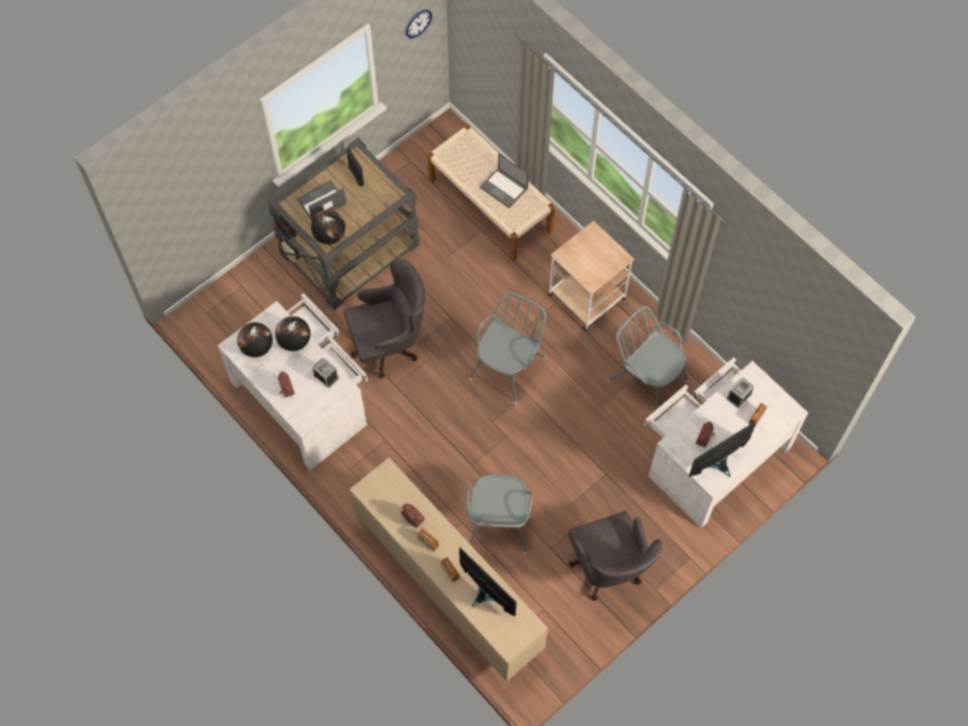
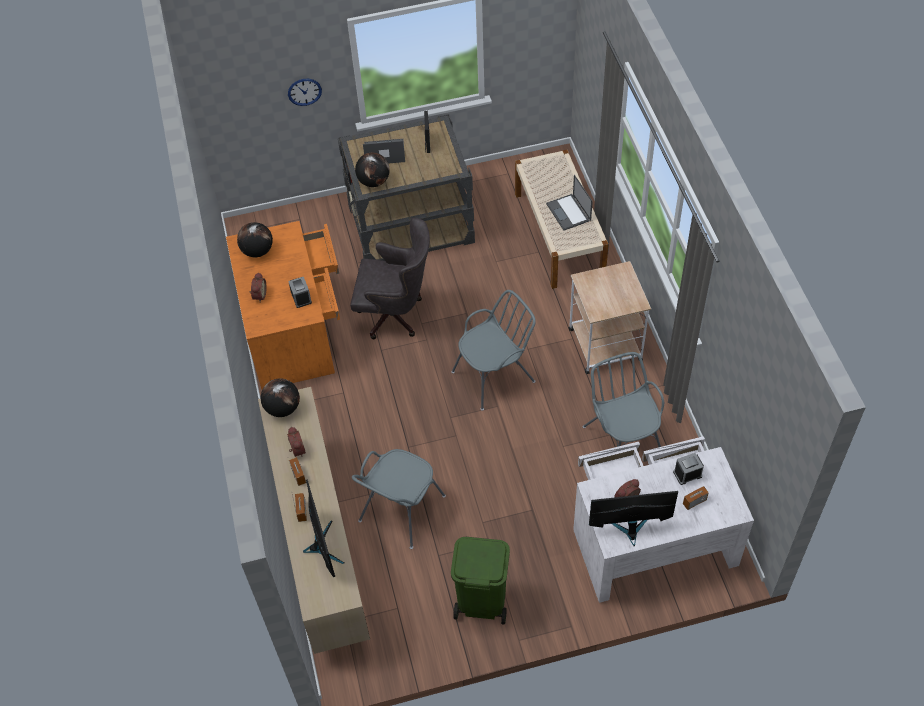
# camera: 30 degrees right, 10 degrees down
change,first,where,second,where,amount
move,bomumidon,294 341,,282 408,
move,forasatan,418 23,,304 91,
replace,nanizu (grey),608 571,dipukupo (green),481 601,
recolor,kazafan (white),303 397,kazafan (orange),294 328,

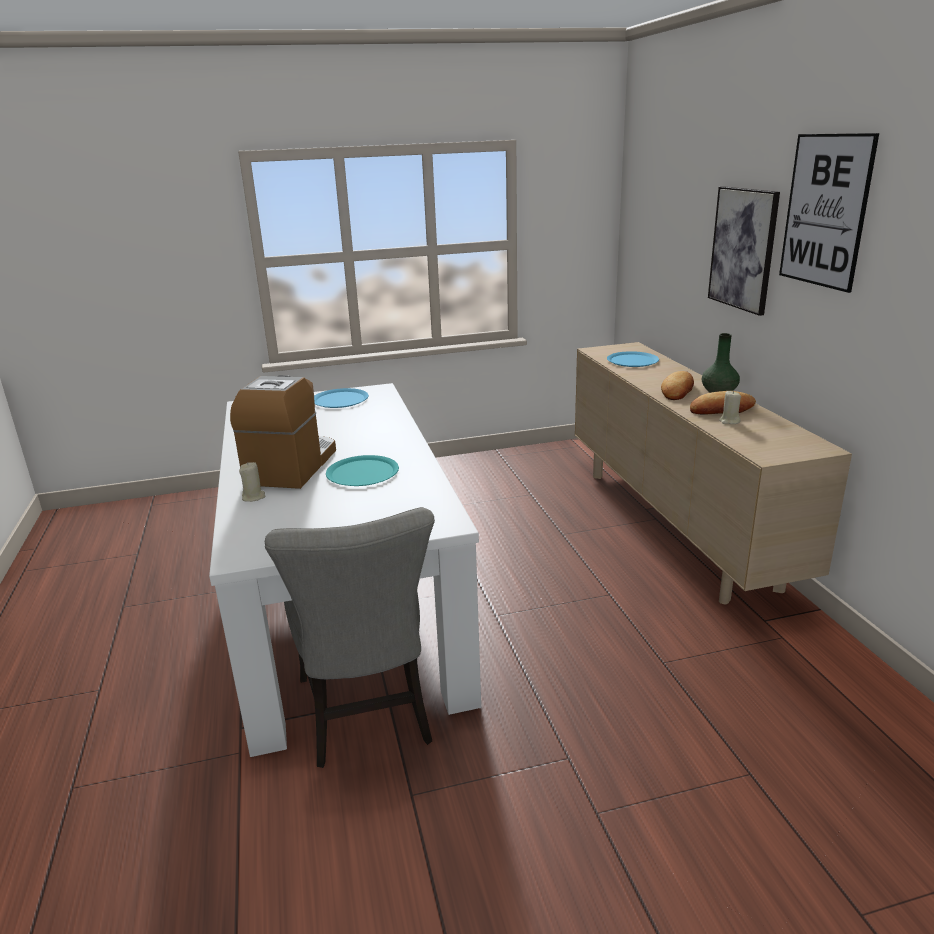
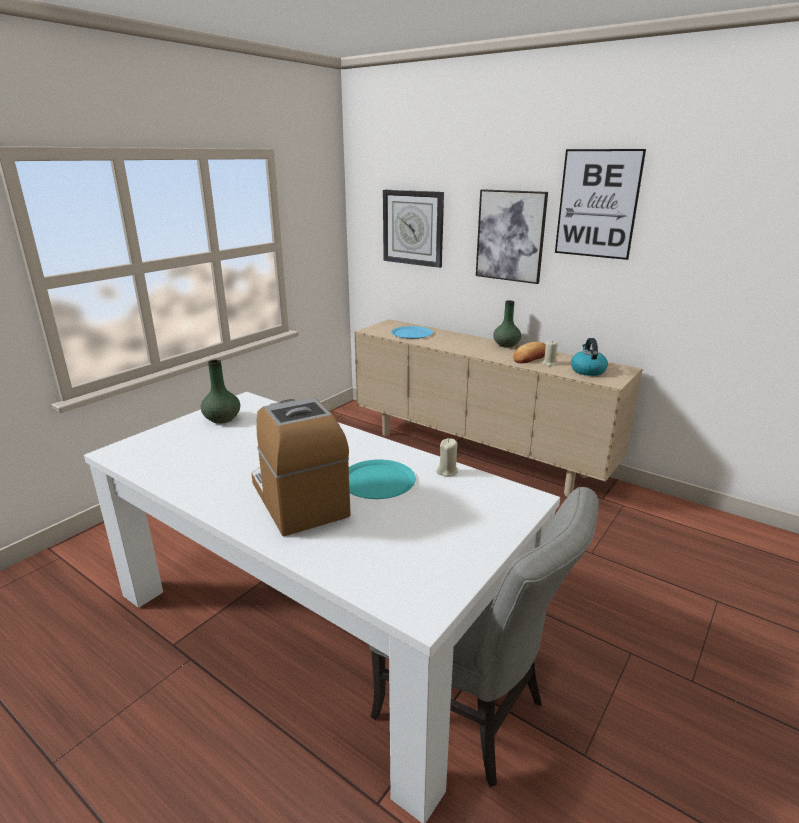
# camera: 40 degrees left, 0 degrees up
change,first,where,second,where,amount
delete,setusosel,678 390,,,
insert,,,forasatan,413 228,
insert,,,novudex,587 370,
move,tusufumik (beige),254 497,,447 471,
replace,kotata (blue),340 399,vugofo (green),222 419,

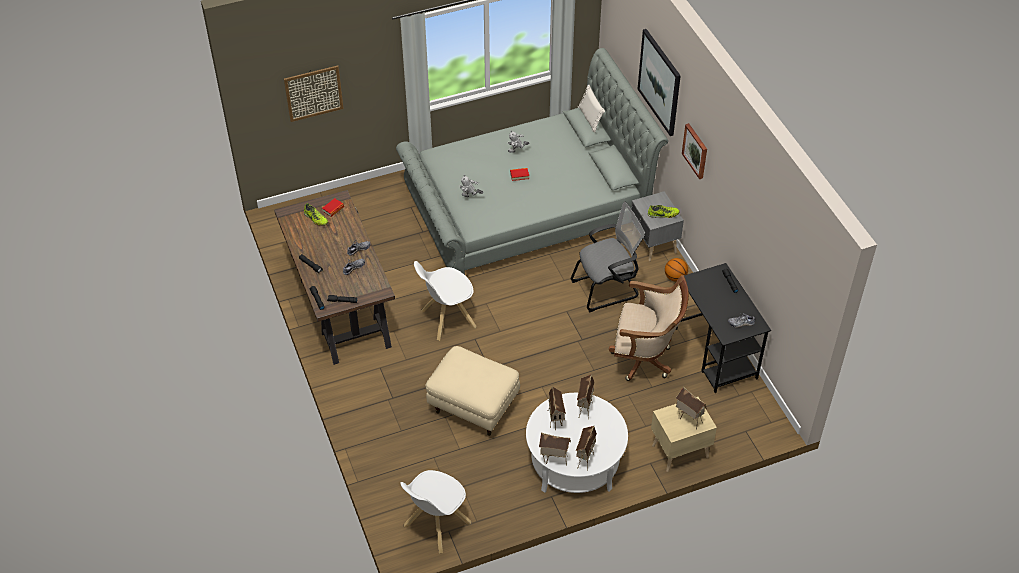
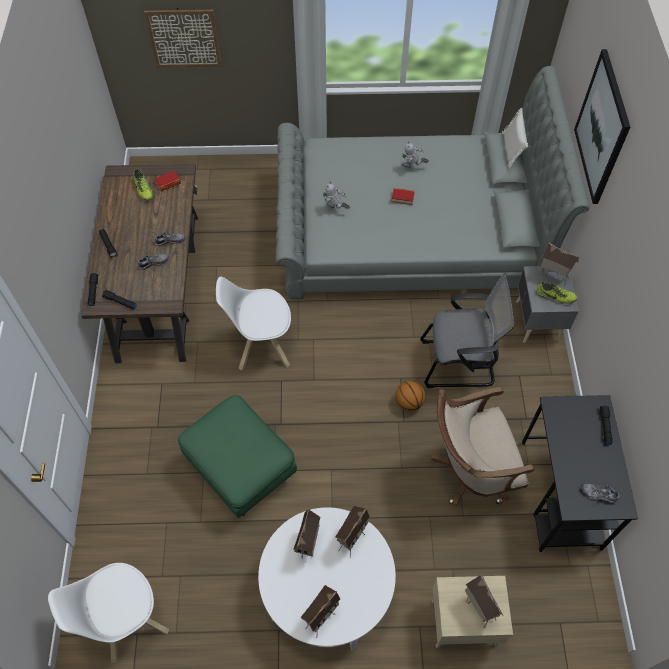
# camera: 20 degrees right, 10 degrees up
change,first,where,second,where,amount
delete,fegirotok,695 150,,,
move,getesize,554 460,,552 278,
move,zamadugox,675 277,,409 402,
recolor,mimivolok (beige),472 406,mimivolok (green),240 469,
rotate,nanizu,645 360,,468 474,135 degrees clockwise

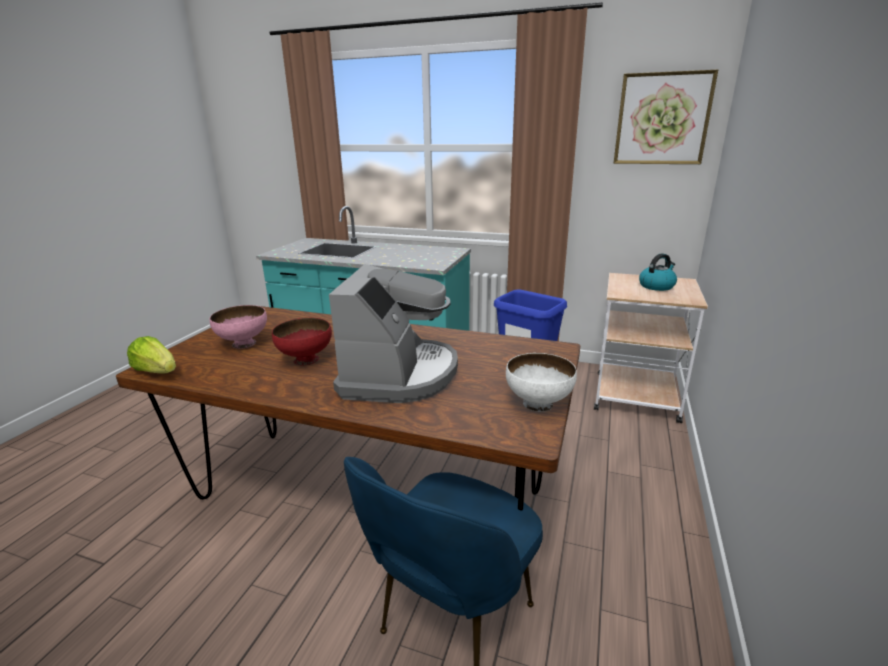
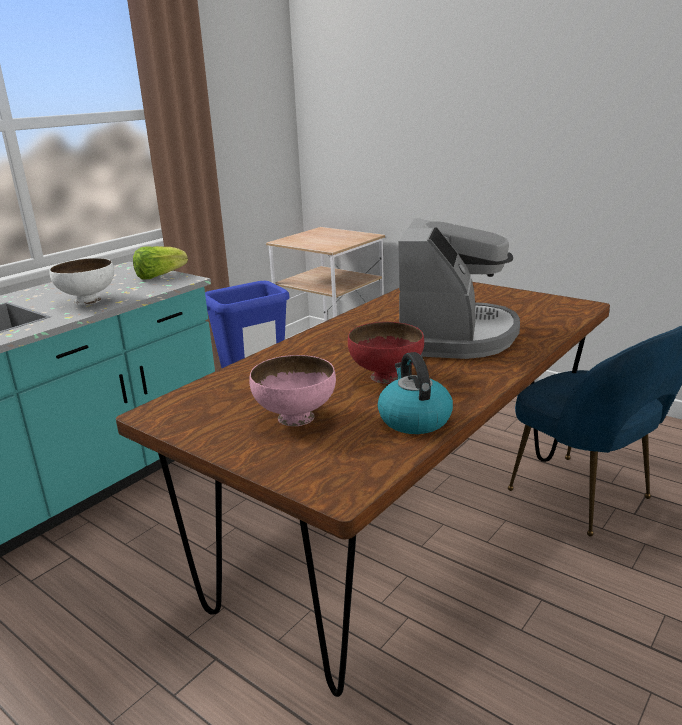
# camera: 70 degrees left, 0 degrees up
change,first,where,second,where,amount
delete,fegirotok,662 119,,,
move,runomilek,157 372,,159 276,
move,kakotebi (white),538 404,,88 301,
move,novudex,656 286,,413 419,
rotate,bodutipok,399 374,,454 336,75 degrees clockwise

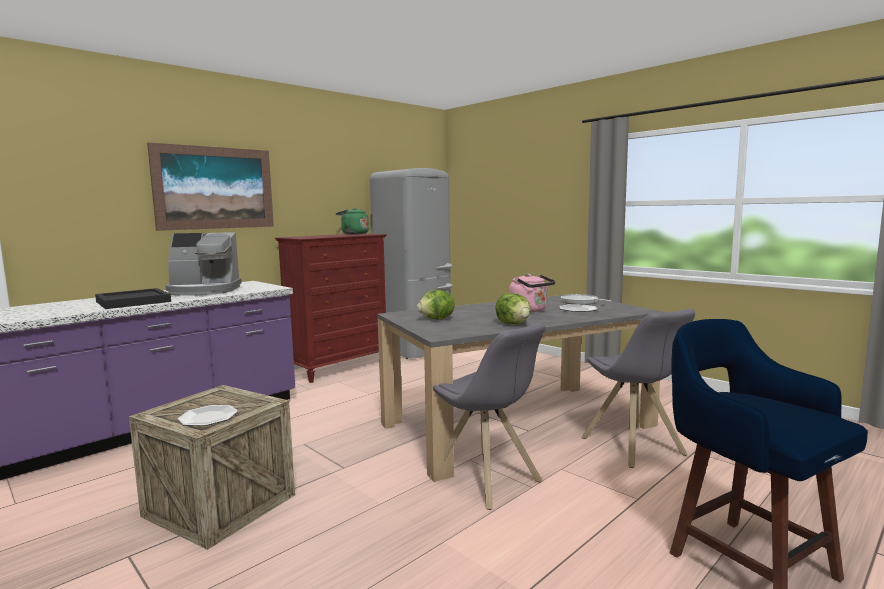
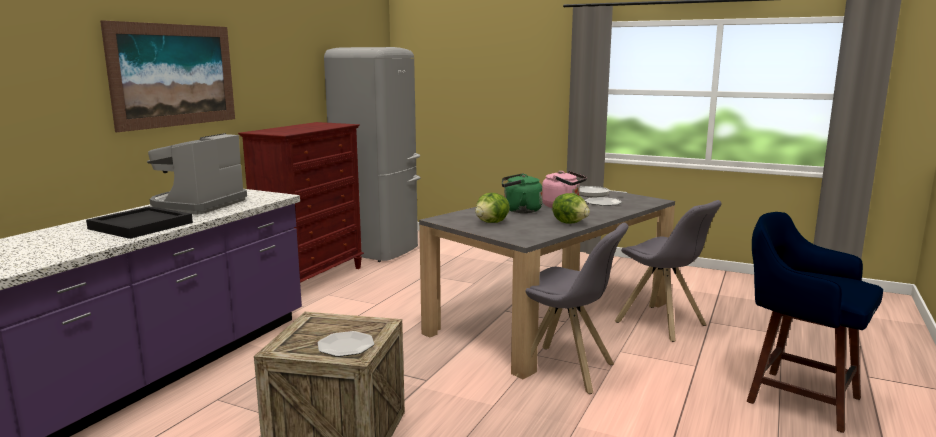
# camera: 20 degrees left, 5 degrees up
change,first,where,second,where,amount
move,novudex (green),353 234,,519 210,
rotate,bodutipok,204 291,,198 205,135 degrees clockwise

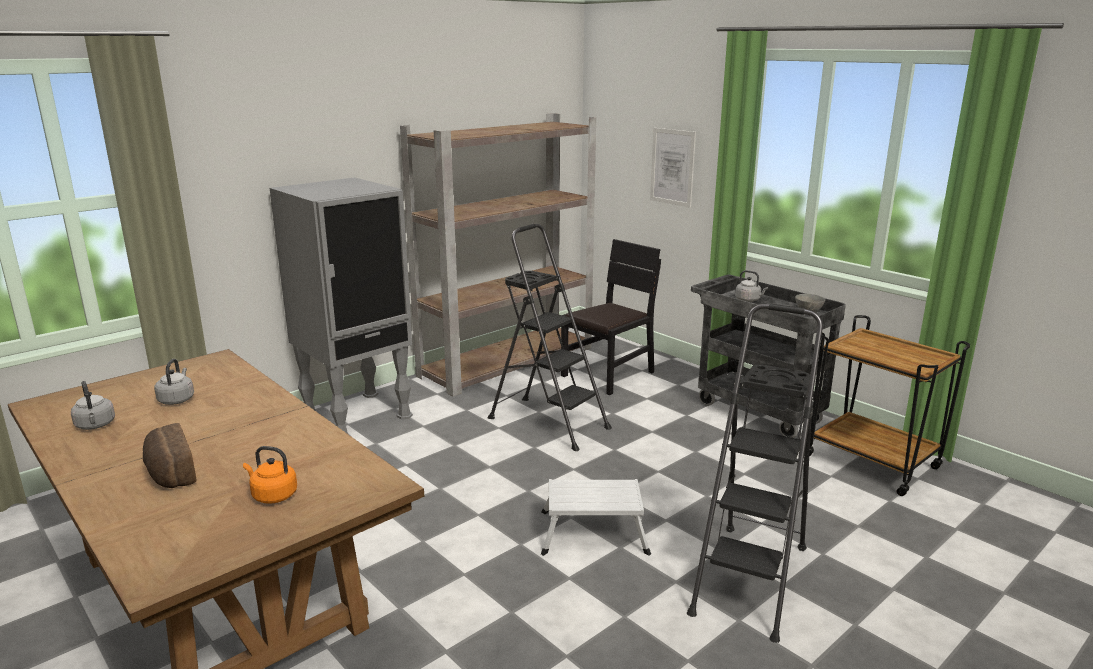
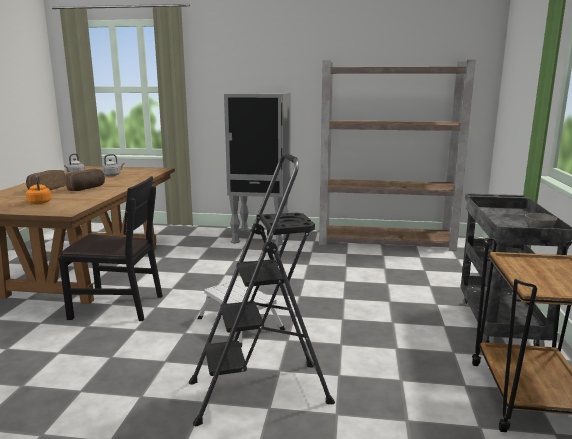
# camera: 50 degrees right, 5 degrees down
change,first,where,second,where,amount
delete,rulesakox,547 422,,,
delete,fegirotok,672 167,,,
delete,novudex (grey),749 300,,,
insert,,,setusosel,88 188,
move,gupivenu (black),609 375,,117 306,

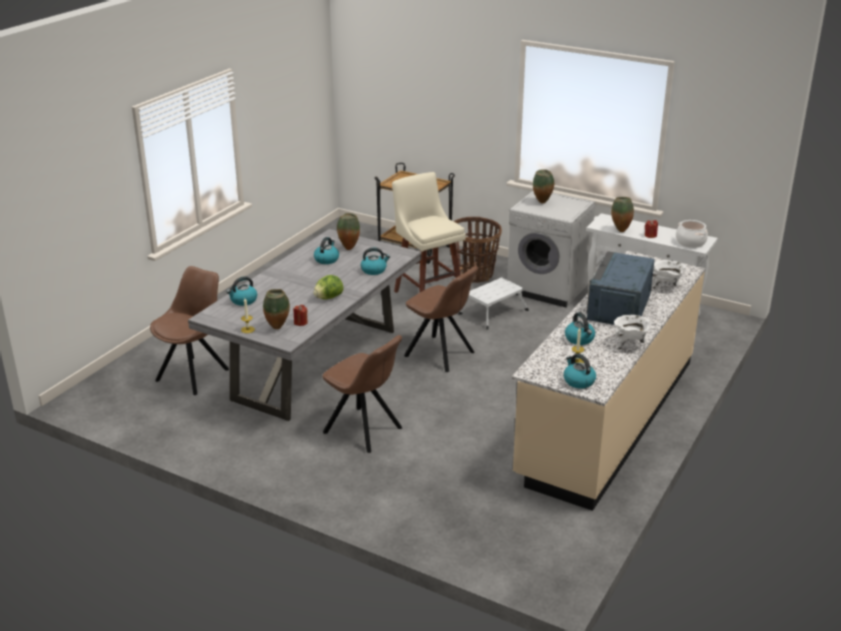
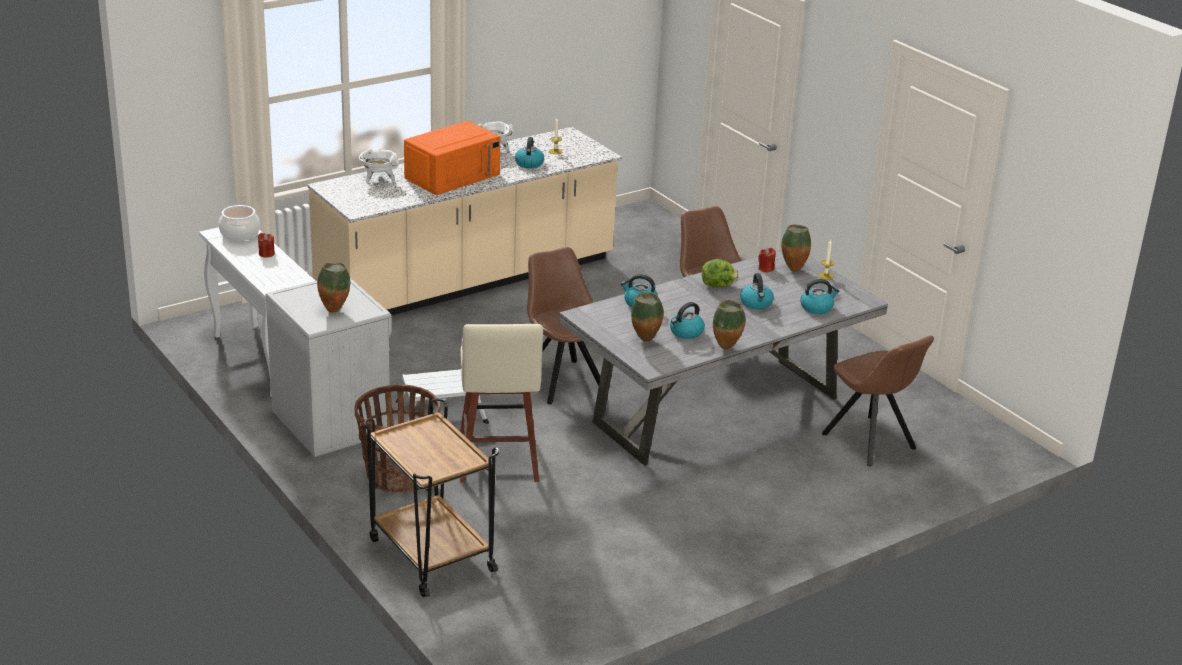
# camera: 155 degrees left, 0 degrees up
change,first,where,second,where,amount
move,novudex,578 381,,756 303,
move,vugofo,620 230,,727 348,
recolor,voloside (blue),619 306,voloside (orange),452 176,
rotate,gupivenu (brown),193 375,,869 441,90 degrees counterclockwise

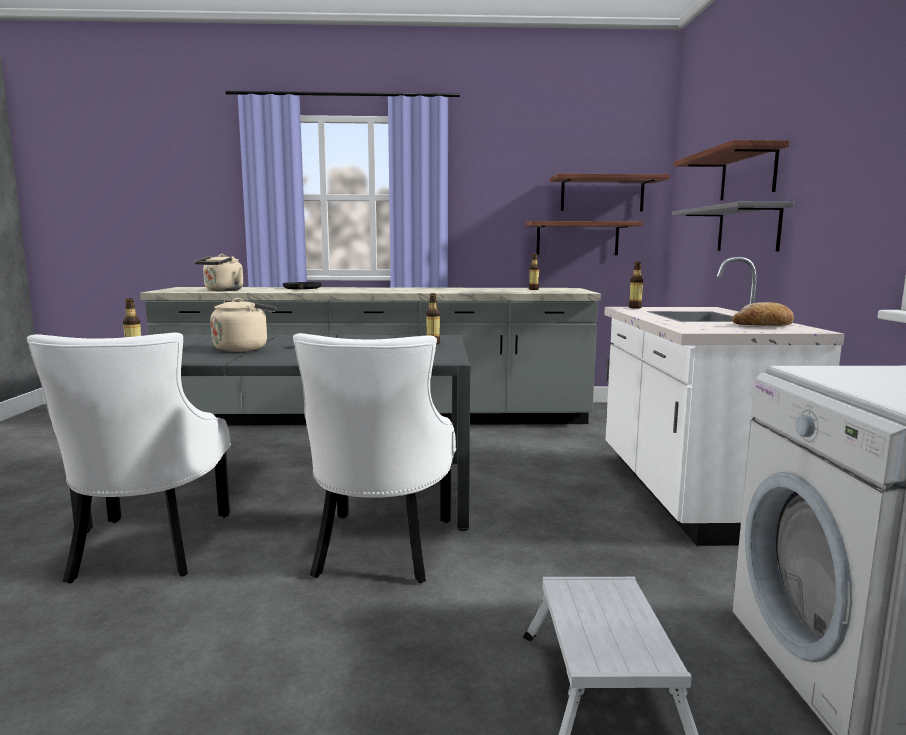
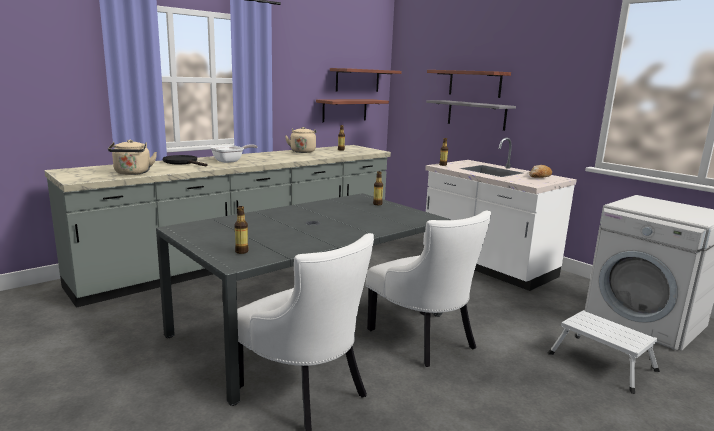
# camera: 40 degrees left, 5 degrees up
change,first,where,second,where,amount
insert,,,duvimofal,231 161,
move,novudex (beige),243 348,,302 151,

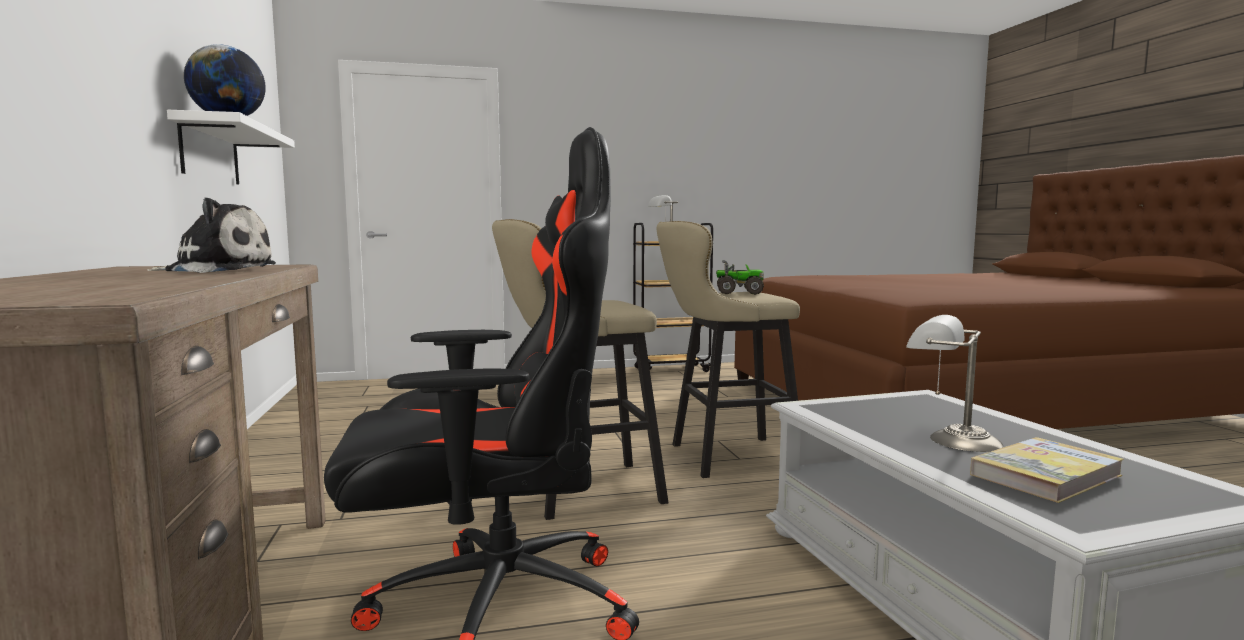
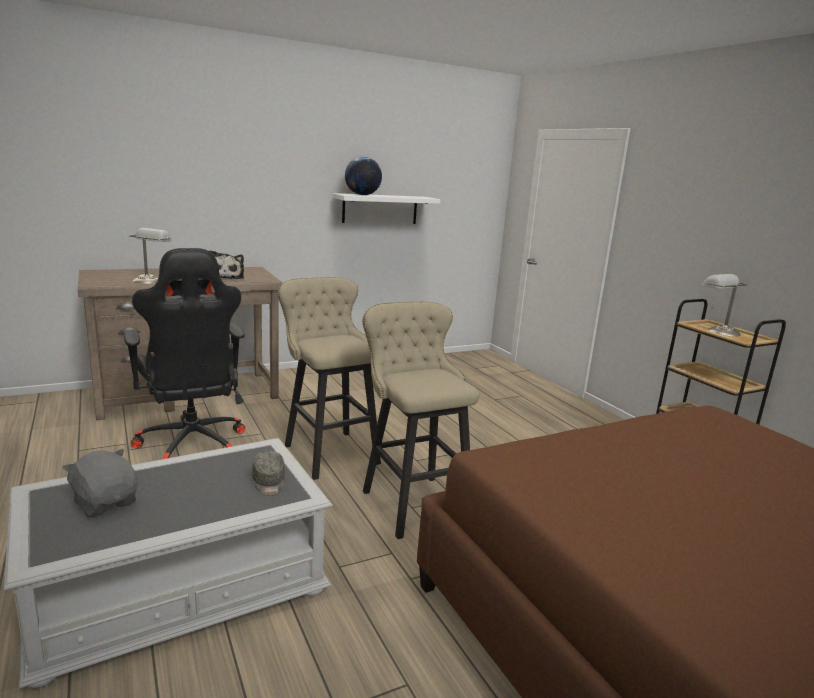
# camera: 75 degrees right, 10 degrees up
change,first,where,second,where,amount
delete,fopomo,738 292,,,
insert,,,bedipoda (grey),269 482,
move,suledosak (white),949 439,,150 279,
replace,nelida,1045 475,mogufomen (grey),106 502,

